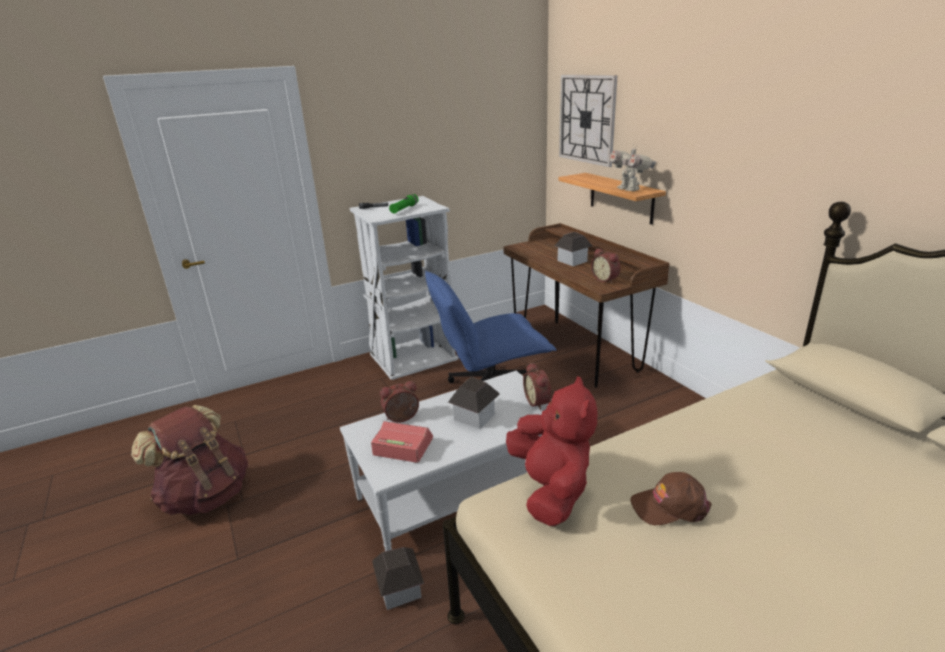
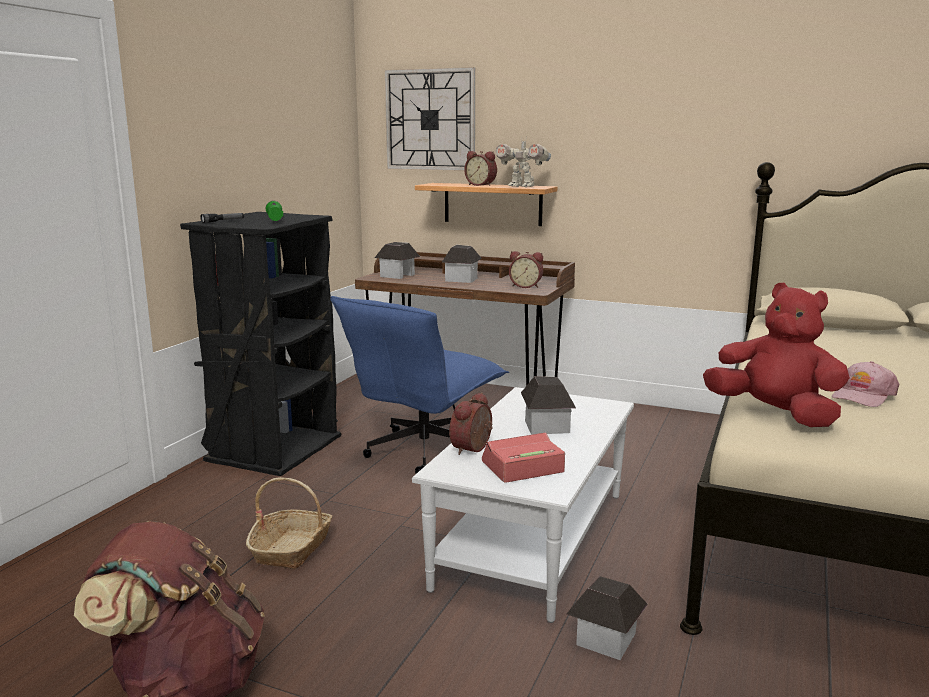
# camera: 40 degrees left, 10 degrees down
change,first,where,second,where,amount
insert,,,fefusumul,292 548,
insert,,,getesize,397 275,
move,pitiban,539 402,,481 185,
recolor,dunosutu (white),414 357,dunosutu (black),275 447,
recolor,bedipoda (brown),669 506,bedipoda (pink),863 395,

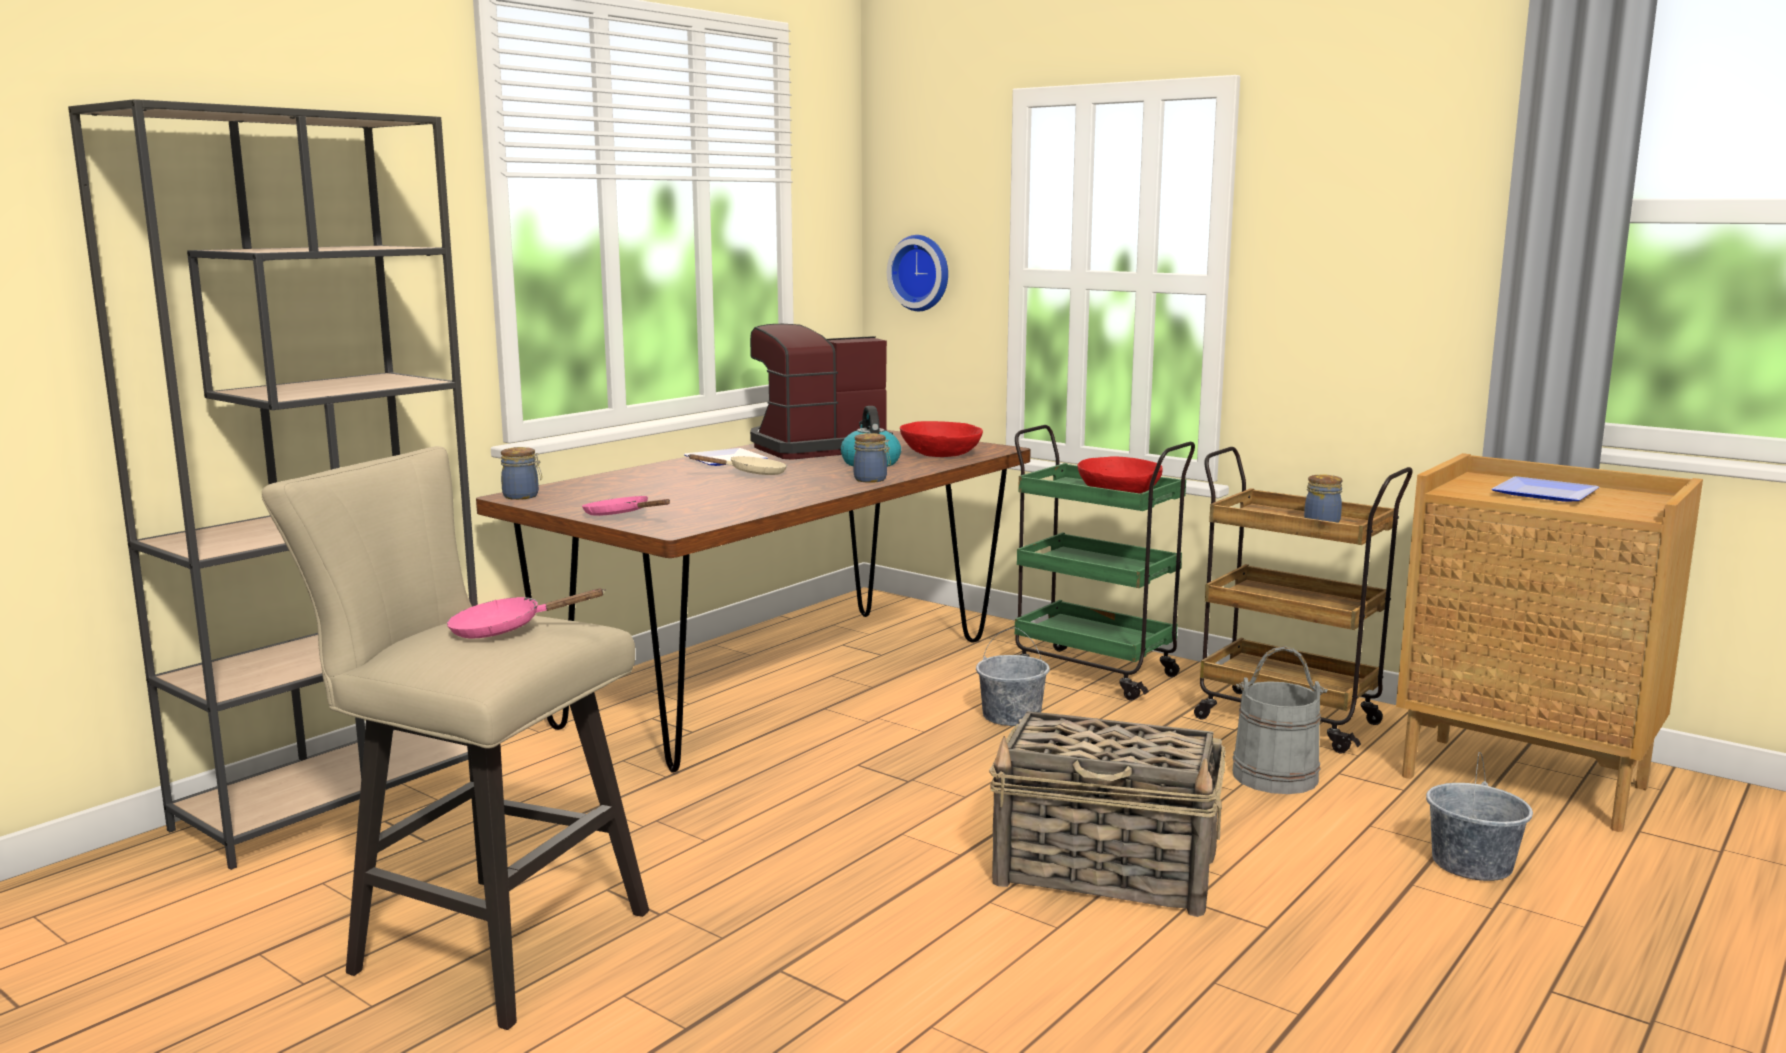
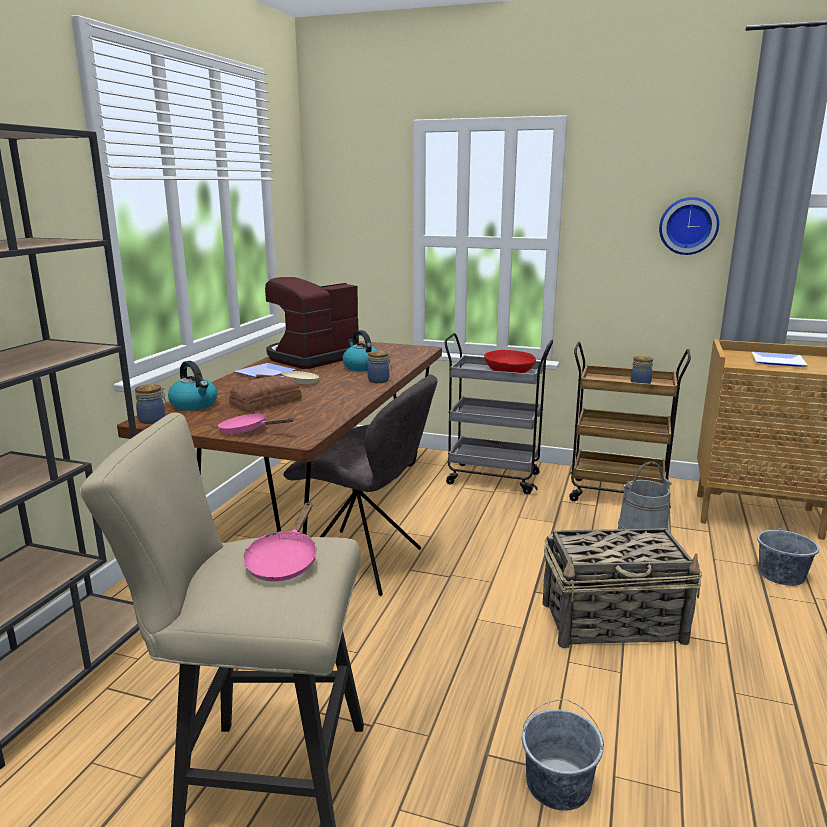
# camera: 20 degrees left, 5 degrees up
change,first,where,second,where,amount
delete,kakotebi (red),940 454,,,
insert,,,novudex,194 405,
insert,,,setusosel,267 403,
insert,,,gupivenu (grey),364 562,
move,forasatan,921 273,,688 226,
move,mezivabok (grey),1011 716,,557 784,
recolor,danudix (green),1095 674,danudix (grey),494 478,
rotate,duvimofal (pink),506 629,,284 561,45 degrees counterclockwise

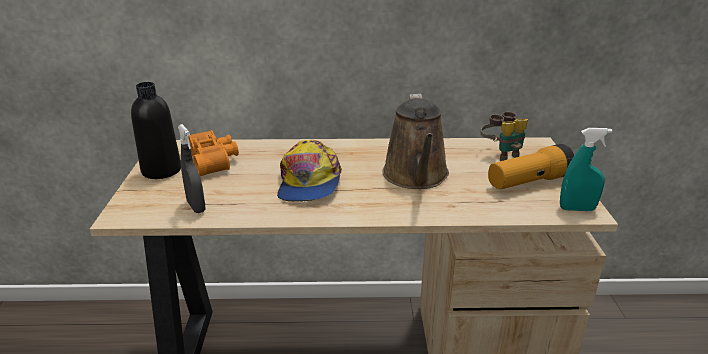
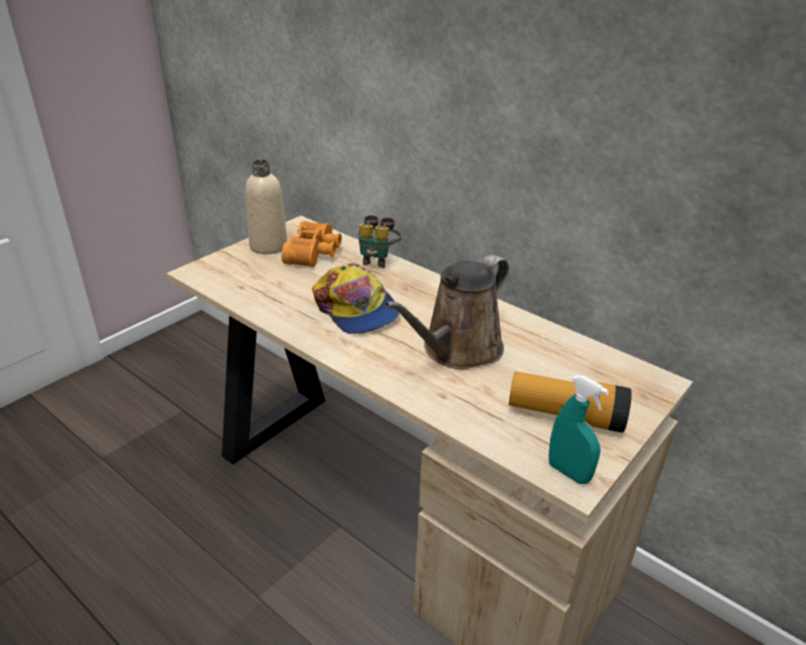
# camera: 40 degrees right, 5 degrees up
change,first,where,second,where,amount
delete,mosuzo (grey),196 207,,,
move,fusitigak,501 154,,377 260,
recolor,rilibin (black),161 170,rilibin (beige),268 246,
rotate,bedipoda,309 182,,356 309,75 degrees counterclockwise

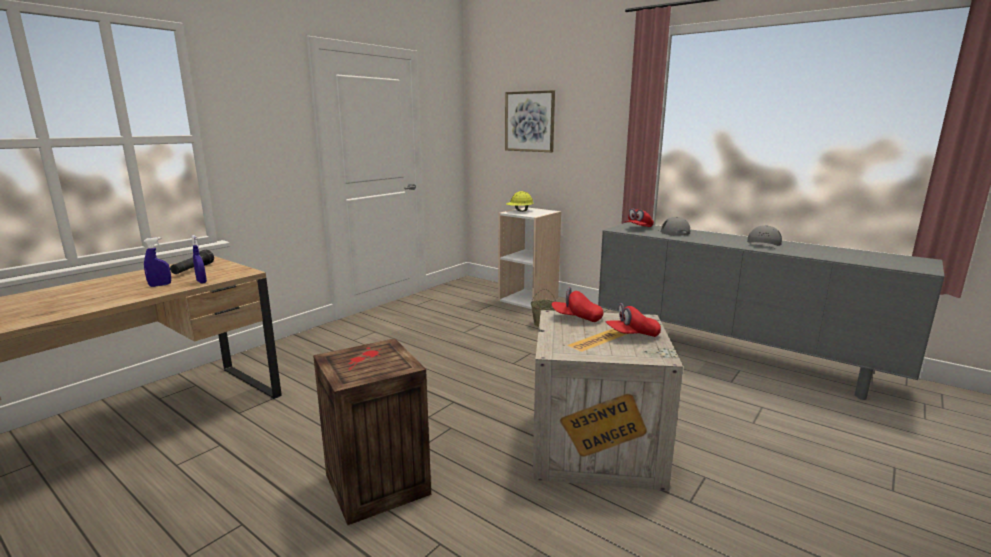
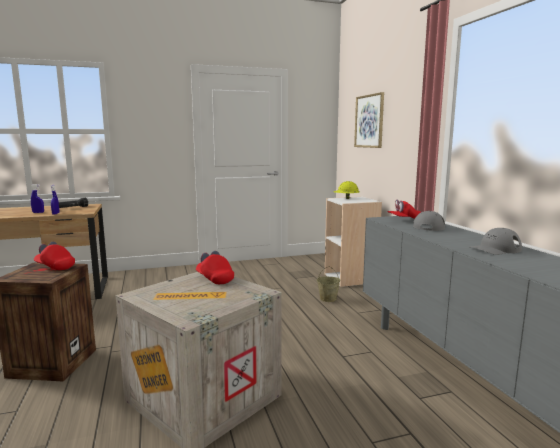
# camera: 35 degrees right, 5 degrees down
change,first,where,second,where,amount
move,bedipoda (red),632 335,,55 267,

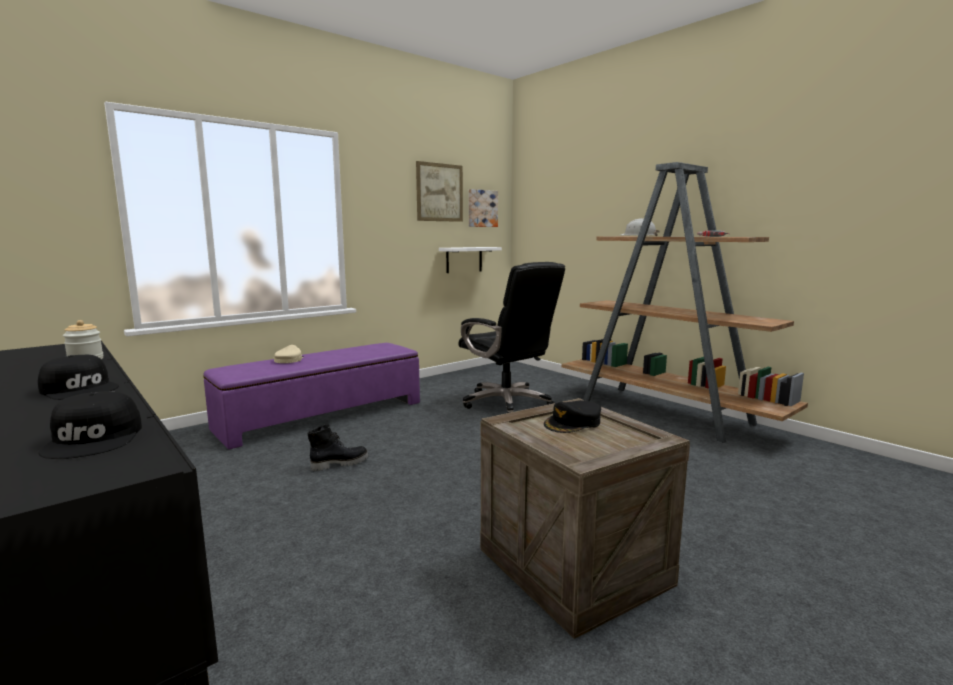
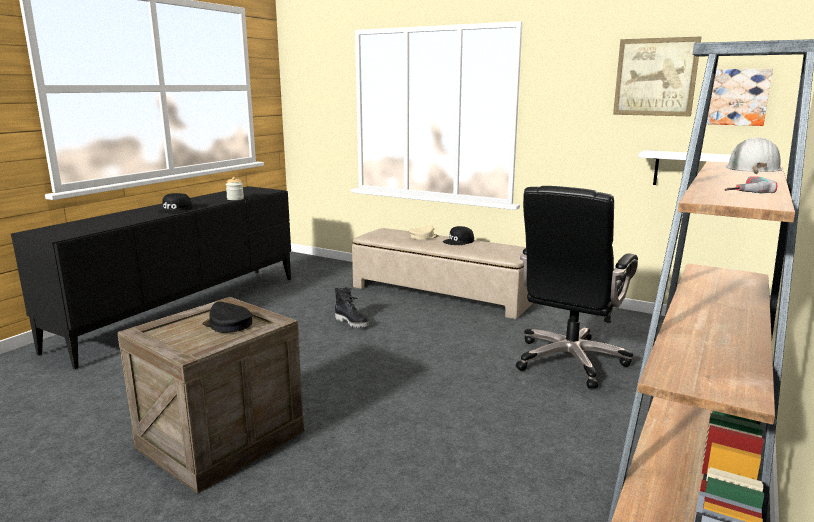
# camera: 70 degrees right, 5 degrees up
change,first,where,second,where,amount
move,bedipoda (black),95 439,,459 241,
recolor,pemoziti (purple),323 415,pemoziti (beige),442 294,

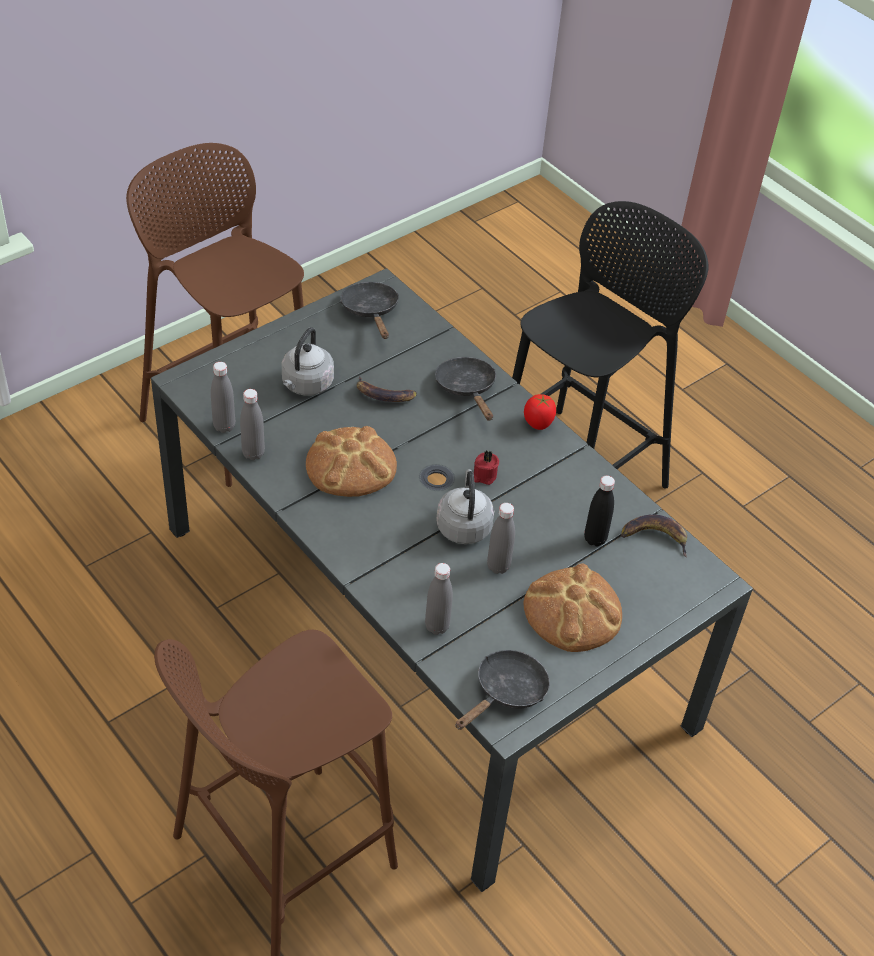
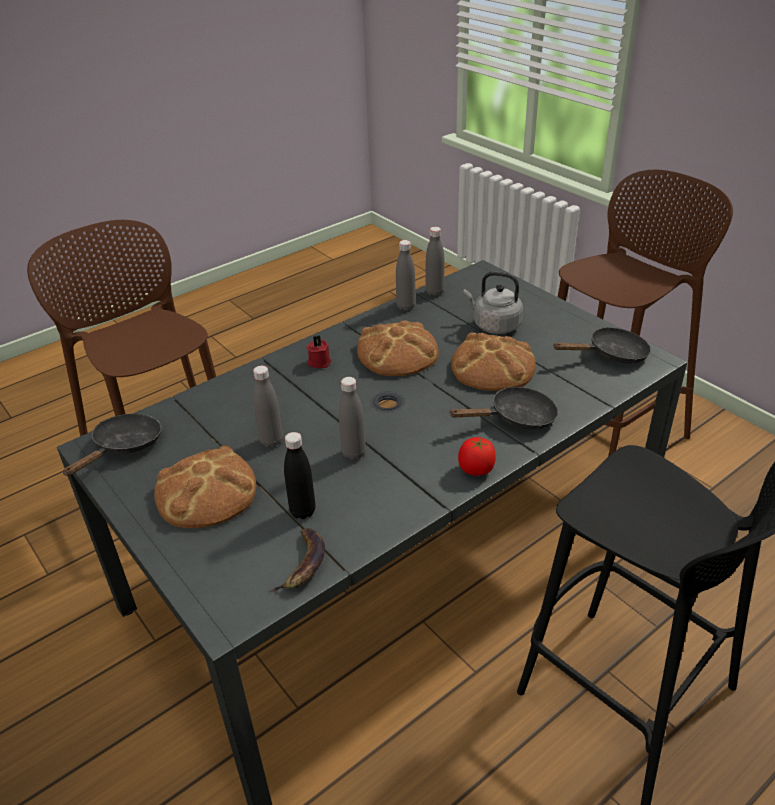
# camera: 95 degrees right, 10 degrees down
change,first,where,second,where,amount
delete,novudex (grey),463 525,,,
move,rilibin (grey),437 626,,353 453,
move,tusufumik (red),483 475,,319 362,
replace,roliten,383 395,setusosel,492 366,
rotate,duvimofal (black),506 692,,124 446,105 degrees counterclockwise

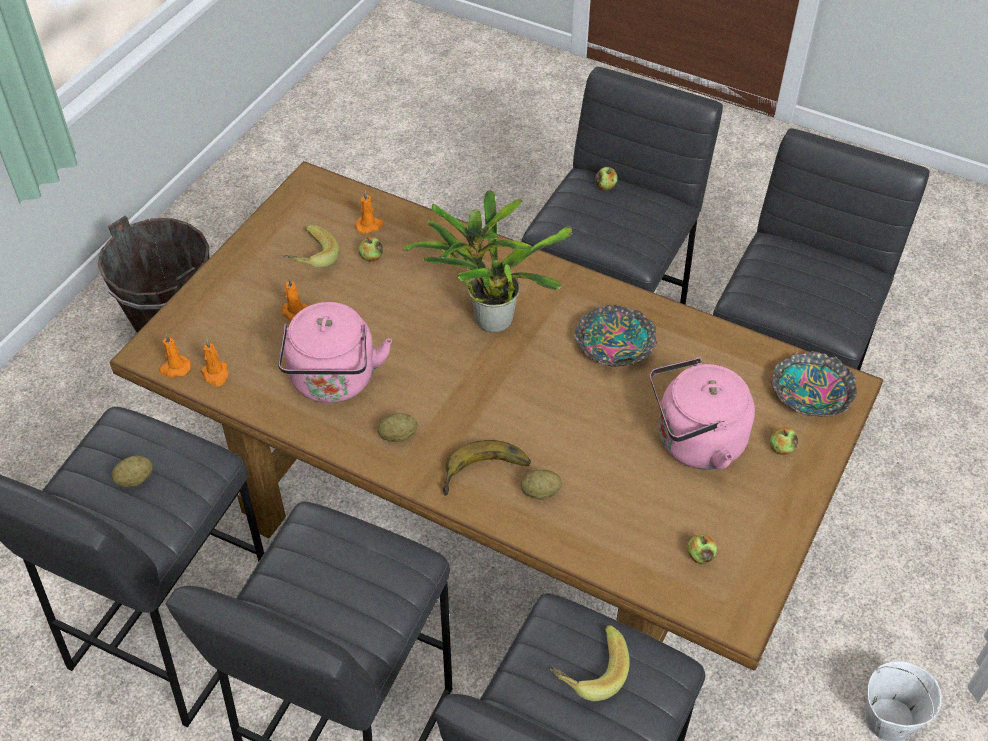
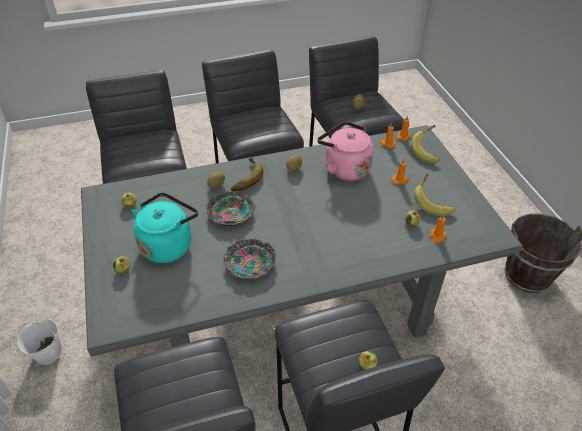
# camera: 135 degrees right, 5 degrees down
change,first,where,second,where,amount
delete,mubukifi,489 319,,,
move,roliten,587 670,,428 151,
move,kakotebi,810 392,,231 214,
recolor,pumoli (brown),490 518,pumoli (grey),291 304,
recolor,novudex (pink),694 443,novudex (turquoise),168 244,

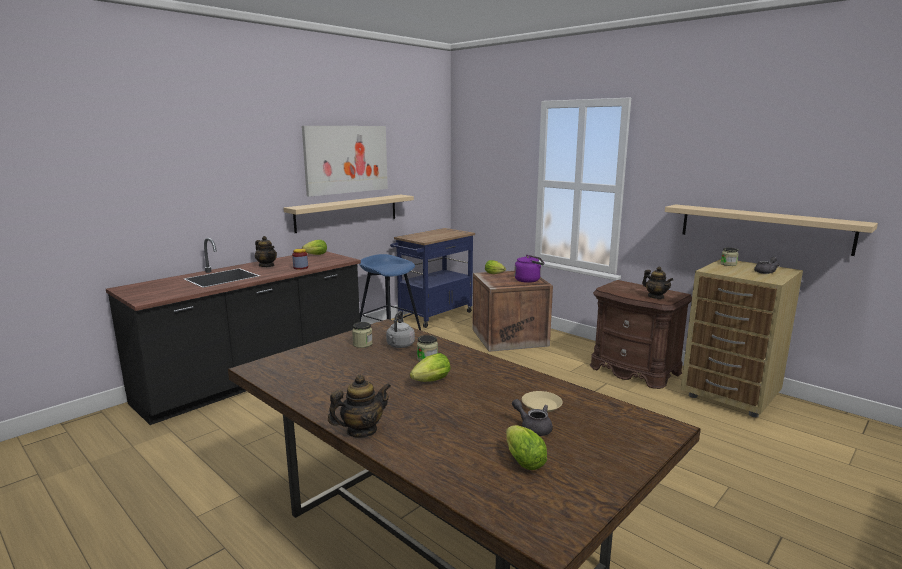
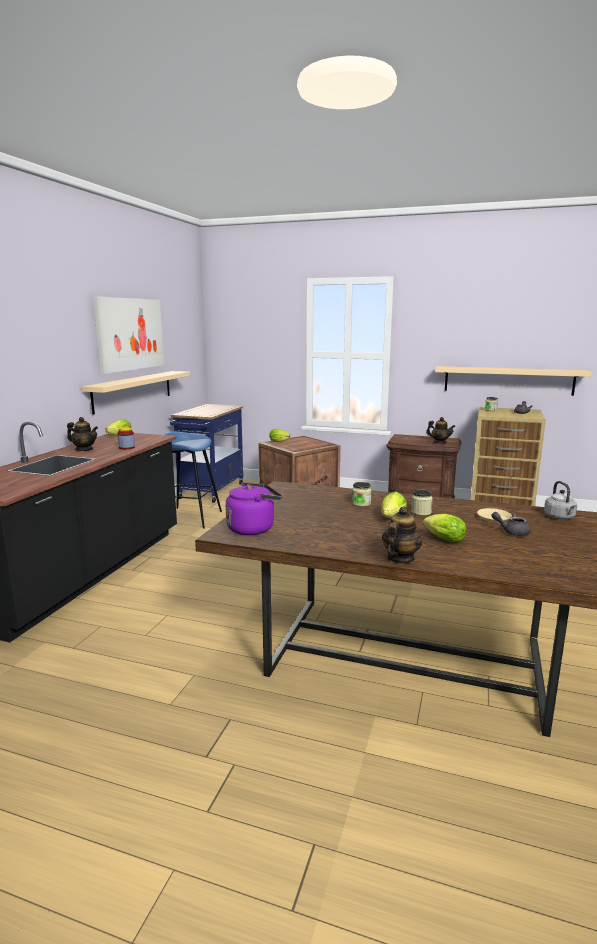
# camera: 25 degrees left, 0 degrees up
change,first,where,second,where,amount
move,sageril,362 344,,421 512,
move,novudex (grey),400 346,,560 517,
move,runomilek,522 460,,442 539,
move,novudex (purple),529 280,,253 528,

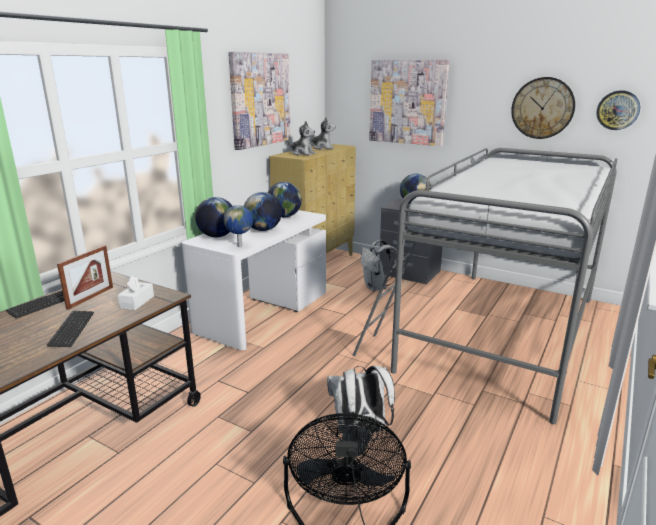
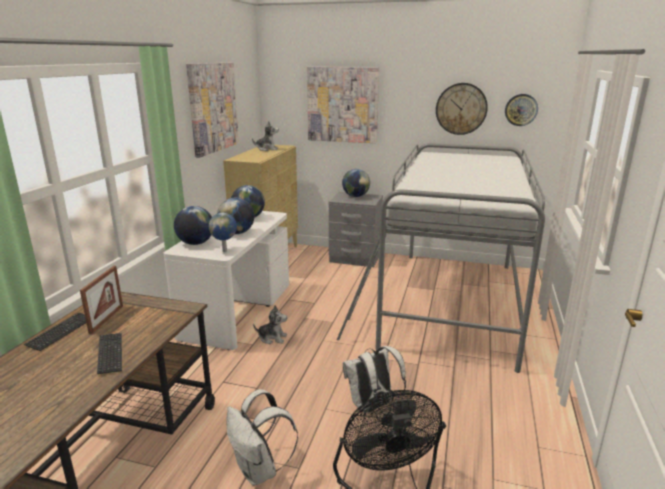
# camera: 15 degrees left, 0 degrees up
change,first,where,second,where,amount
delete,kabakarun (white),137 302,,,
move,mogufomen,302 154,,272 338,
move,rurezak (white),377 287,,259 470,

